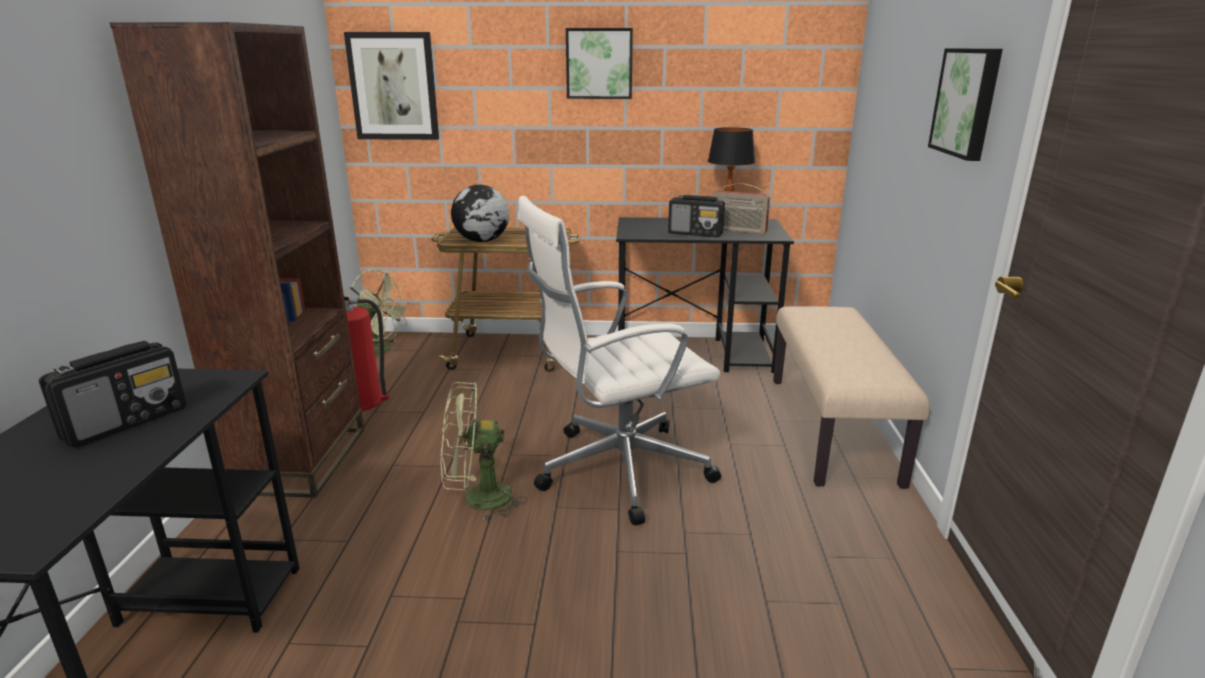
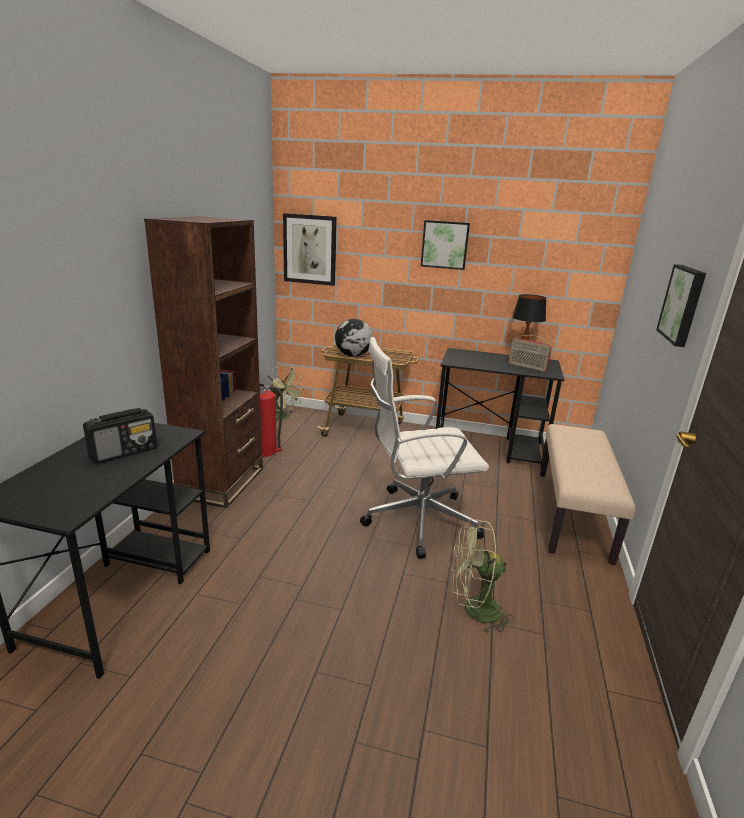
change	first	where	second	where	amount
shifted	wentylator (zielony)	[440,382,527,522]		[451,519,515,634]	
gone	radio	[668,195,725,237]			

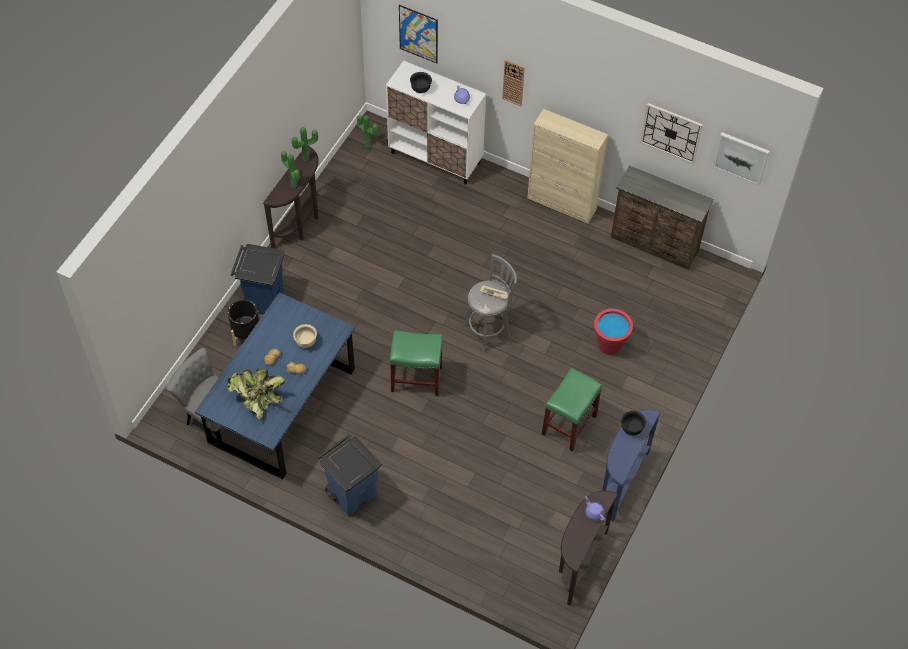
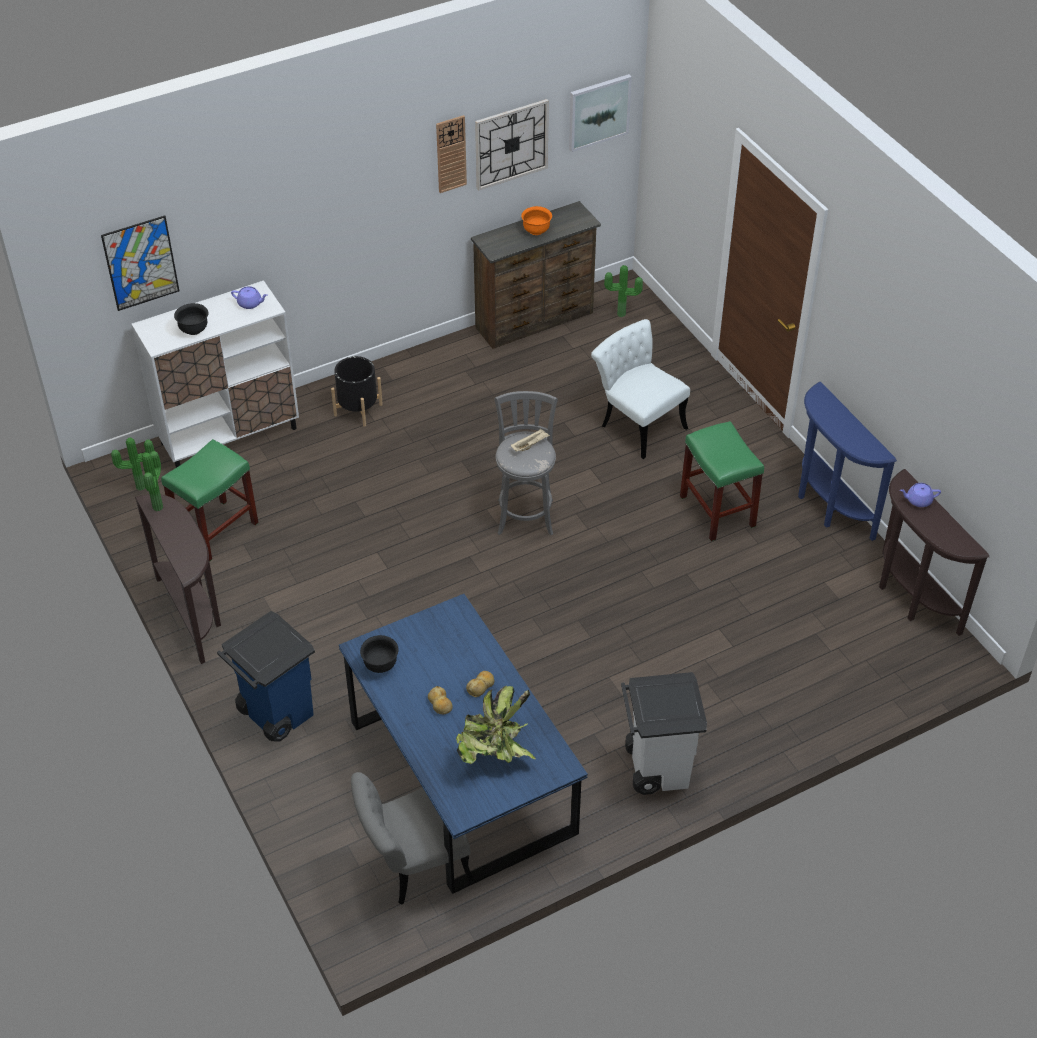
change	first	where	second	where	amount
shifted	stołek (zielony)	[390,330,443,396]		[161,439,258,562]	
shifted	donica (czarny)	[228,299,259,346]		[331,356,383,427]	
shifted	miska (czarny)	[621,411,646,435]		[360,635,399,673]	
shifted	zegar ścienny	[502,59,525,106]		[436,115,467,193]	
new			miska (pomarańczowy)	[521,206,552,235]	
swapped	wiadro (czerwony)	[594,309,633,355]	krzesło (biały)	[591,319,690,459]	
shifted	roślina doniczkowa	[281,151,300,188]		[604,265,643,317]	
repainted	kosz na śmieci (niebieski)	[318,434,382,516]	kosz na śmieci (biały)	[621,672,707,795]	
gone	miska (beżowy)	[293,324,317,348]			
gone	szafka (beżowy)	[527,109,608,224]			

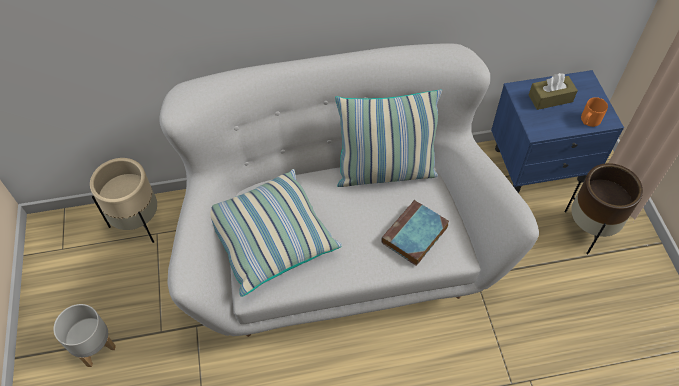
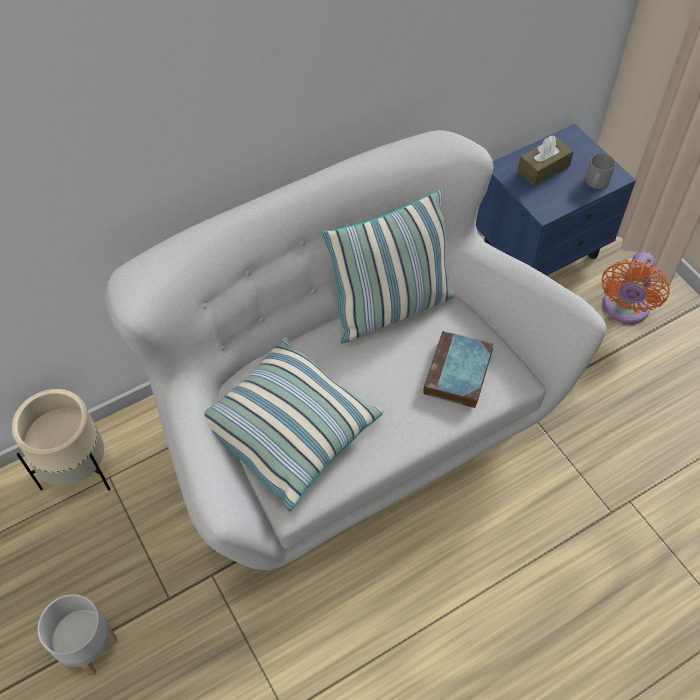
change	first	where	second	where	amount
repainted	kubek (pomarańczowy)	[581,97,608,127]	kubek (szary)	[585,153,615,189]	
swapped	donica (brązowy)	[564,163,643,254]	wentylator (pomarańczowy)	[602,252,670,324]	

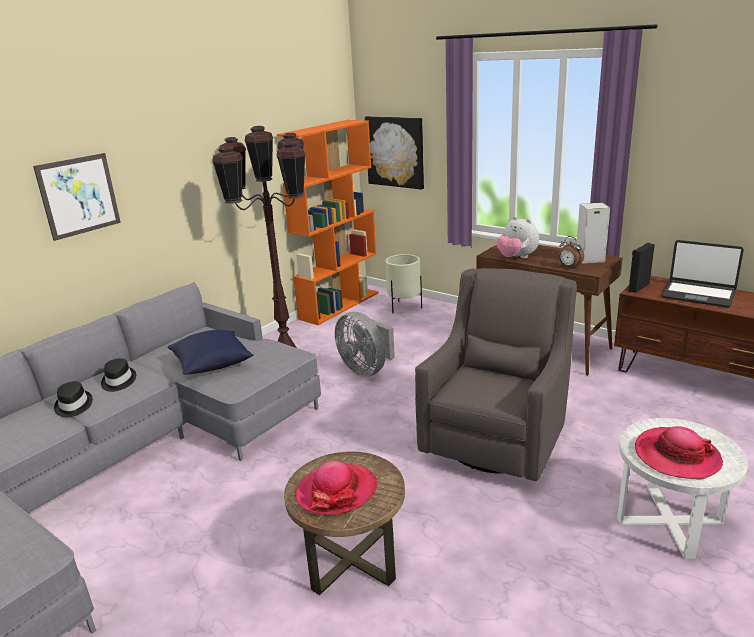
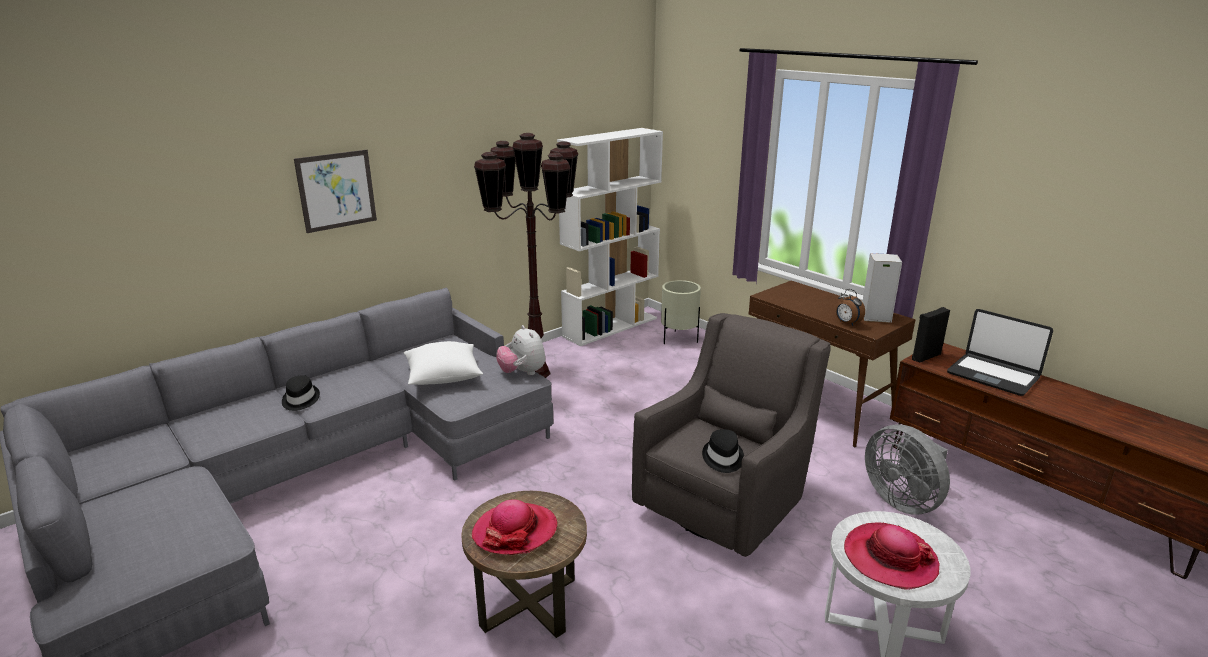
change	first	where	second	where	amount
repainted	poduszka (niebieski)	[167,330,254,375]	poduszka (biały)	[404,341,483,385]	
shifted	pluszak	[496,216,539,258]		[496,325,545,375]	
repainted	regał (pomarańczowy)	[277,120,379,325]	regał (biały)	[557,128,663,346]	
shifted	kapelusz (czarny)	[101,358,136,392]		[702,429,744,473]	
shifted	wentylator (szary)	[335,312,395,377]		[865,424,950,515]	
gone	obraz	[365,116,424,189]			

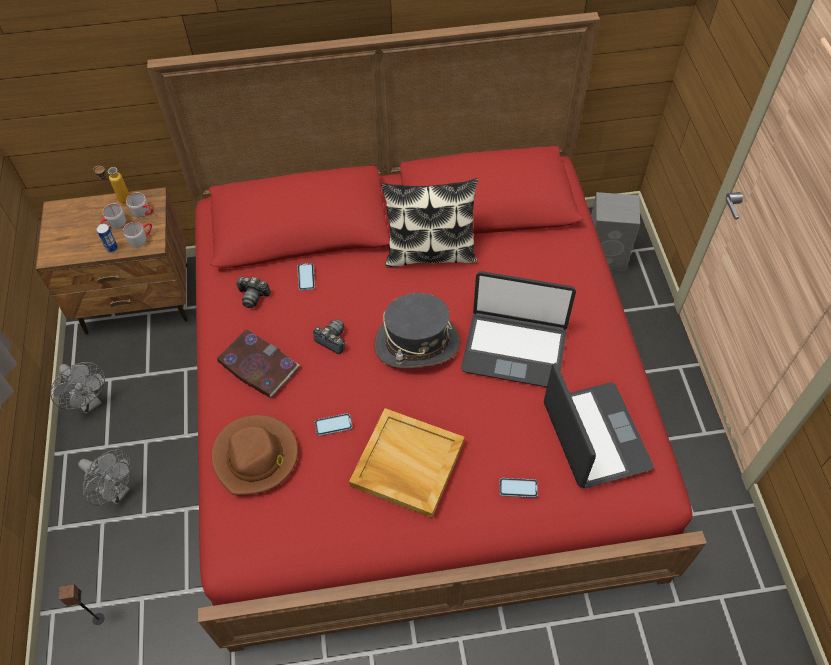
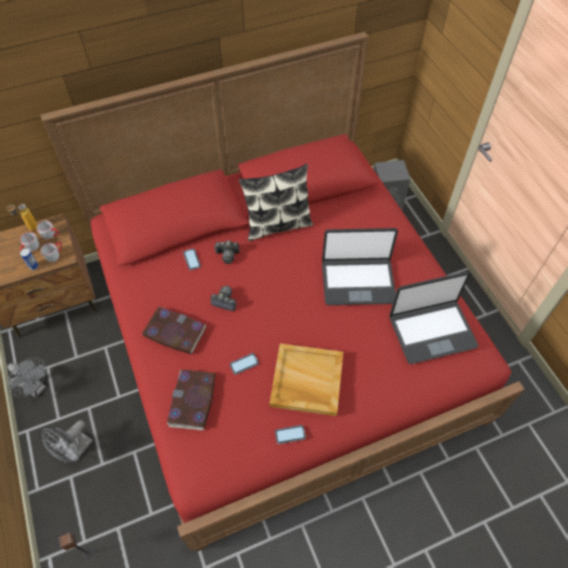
change	first	where	second	where	amount
rotated	wentylator (szary)	[78,449,131,505]		[43,420,93,462]	105 degrees clockwise
swapped	kapelusz (brązowy)	[212,415,298,495]	książka	[167,370,215,430]	
shifted	aparat fotograficzny	[236,277,271,308]		[214,241,240,264]	
shifted	telefon	[499,478,538,498]		[275,425,306,444]	
rotated	laptop	[544,363,653,488]		[390,272,478,364]	105 degrees clockwise
gone	kapelusz (szary)	[374,293,460,369]			

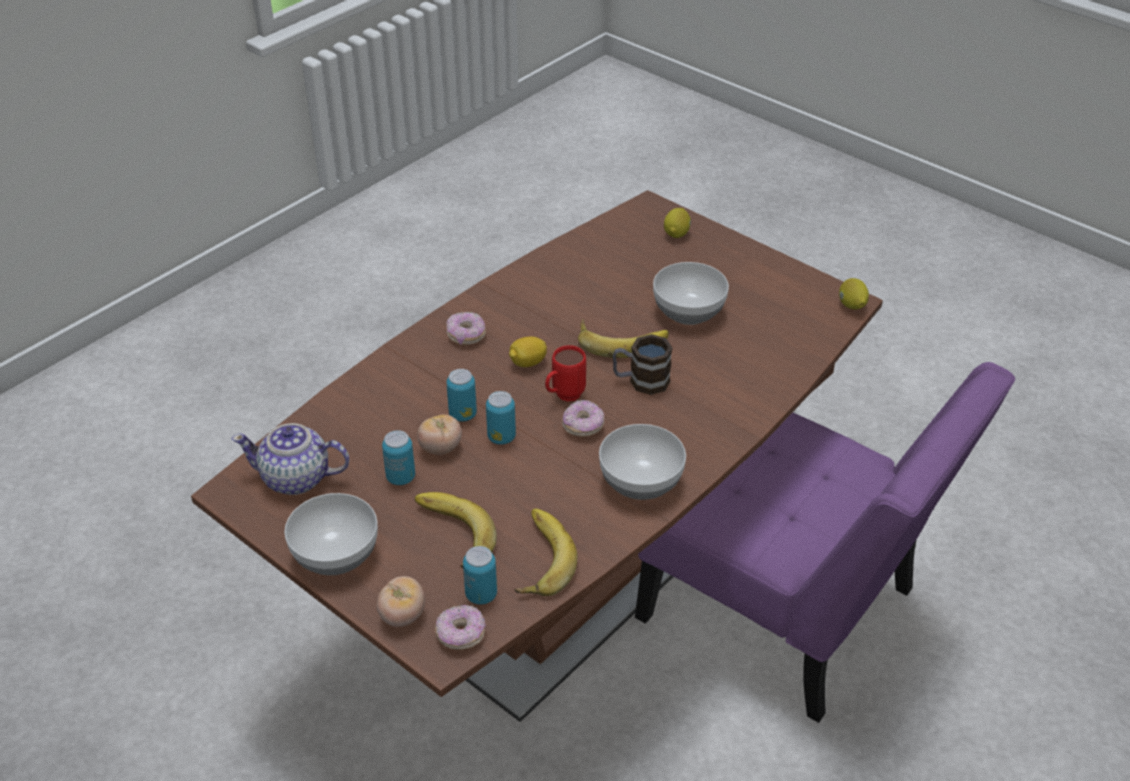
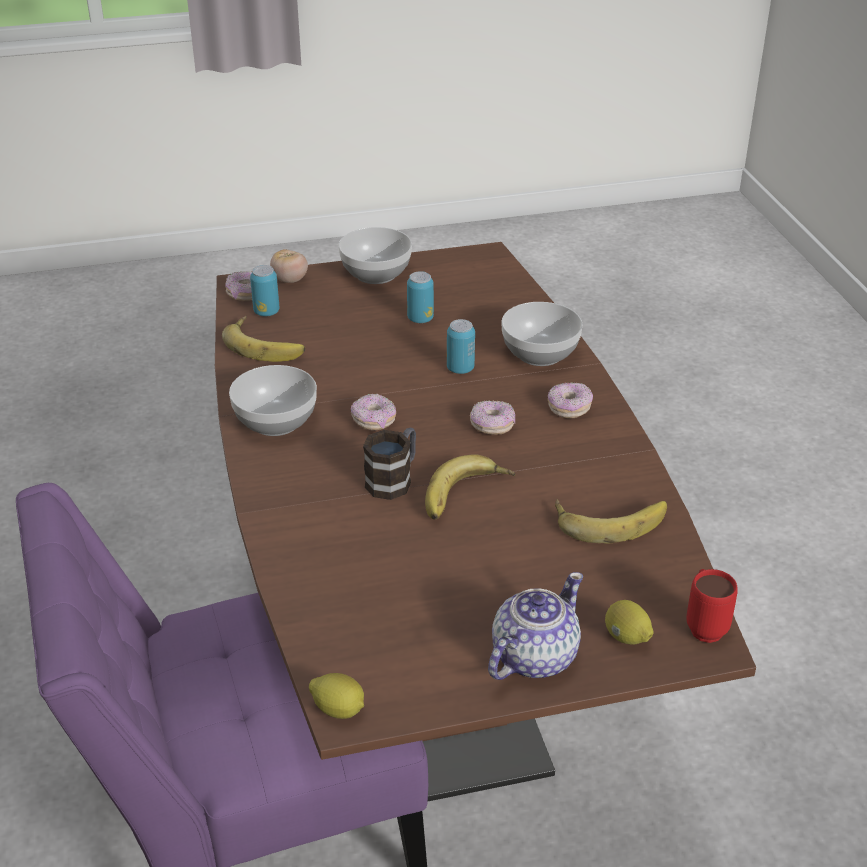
change	first	where	second	where	amount
swapped	cytryna	[509,336,547,367]	donut	[470,400,515,435]	
shifted	imbryk	[232,423,350,495]		[488,572,583,680]	
shifted	miska	[653,262,729,325]		[501,302,583,366]	
shifted	banan	[415,492,497,568]		[555,499,667,544]	
shifted	kubek (czerwony)	[545,345,586,401]		[686,569,738,643]	
gone	pomidor	[417,414,462,455]			
gone	puszka	[486,391,516,445]			

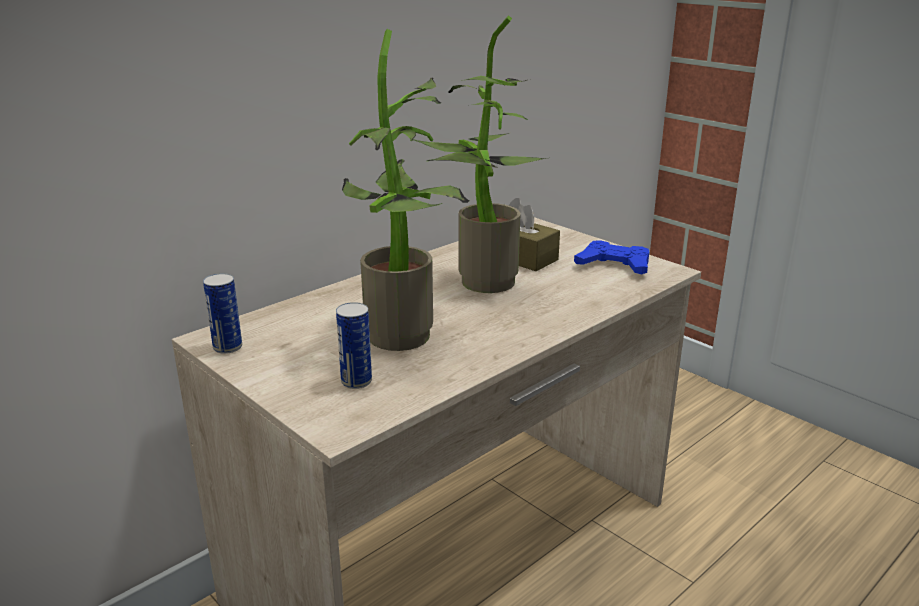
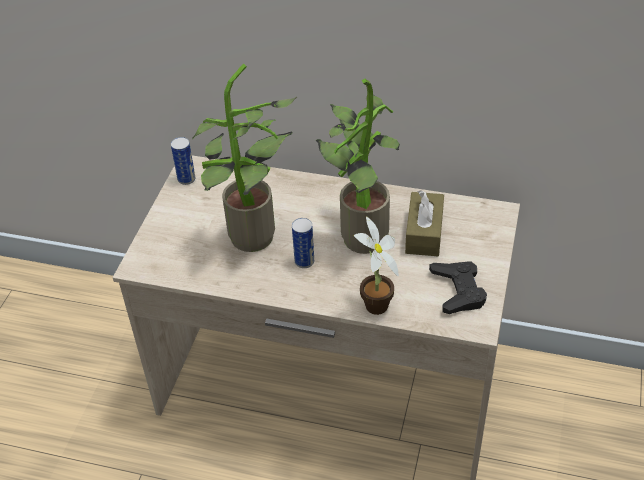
change	first	where	second	where	amount
shifted	puszka	[336,302,372,389]		[292,218,314,268]	
new			roślina doniczkowa	[354,216,399,315]	
repainted	pad do gier (niebieski)	[574,241,649,274]	pad do gier (czarny)	[429,261,487,314]	

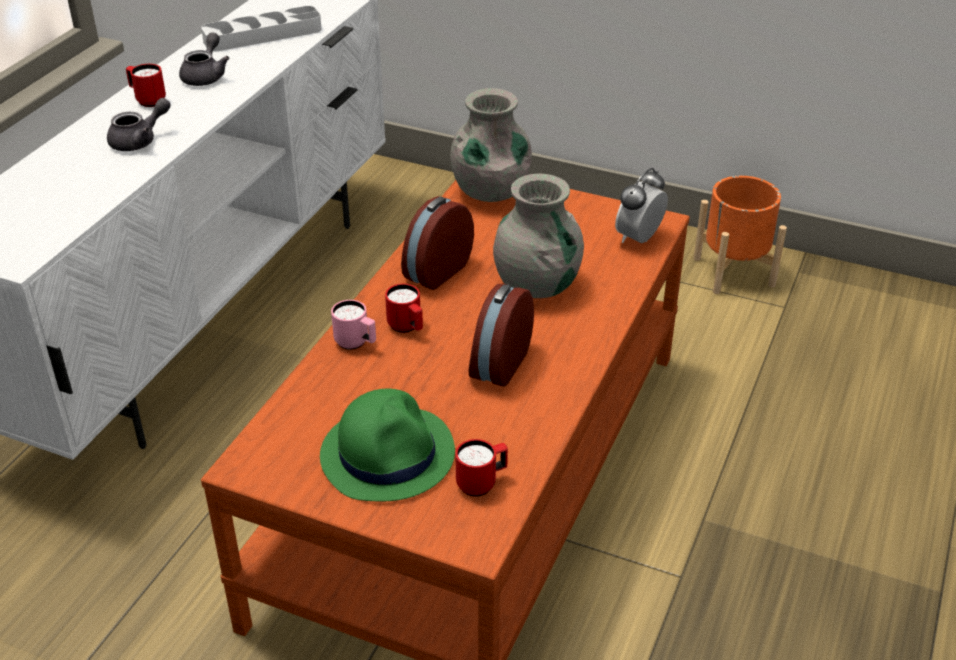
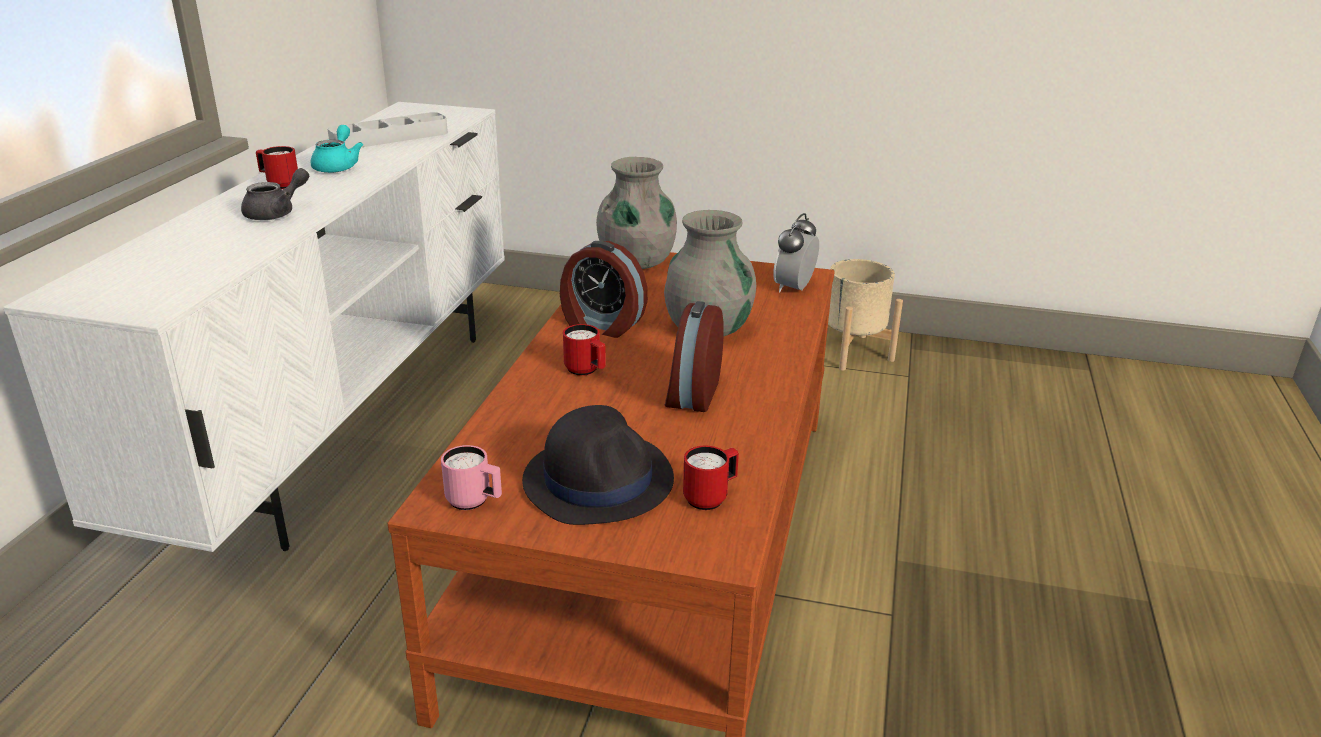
change	first	where	second	where	amount
repainted	imbryk (szary)	[179,32,229,86]	imbryk (turkusowy)	[310,125,363,173]	
shifted	kubek (różowy)	[331,300,376,350]		[441,445,502,510]	
repainted	kapelusz (zielony)	[320,389,455,501]	kapelusz (czarny)	[522,405,674,525]	
rotated	budzik	[401,196,474,290]		[560,241,648,338]	90 degrees counterclockwise
repainted	donica (pomarańczowy)	[693,176,787,294]	donica (beżowy)	[828,259,903,371]	

